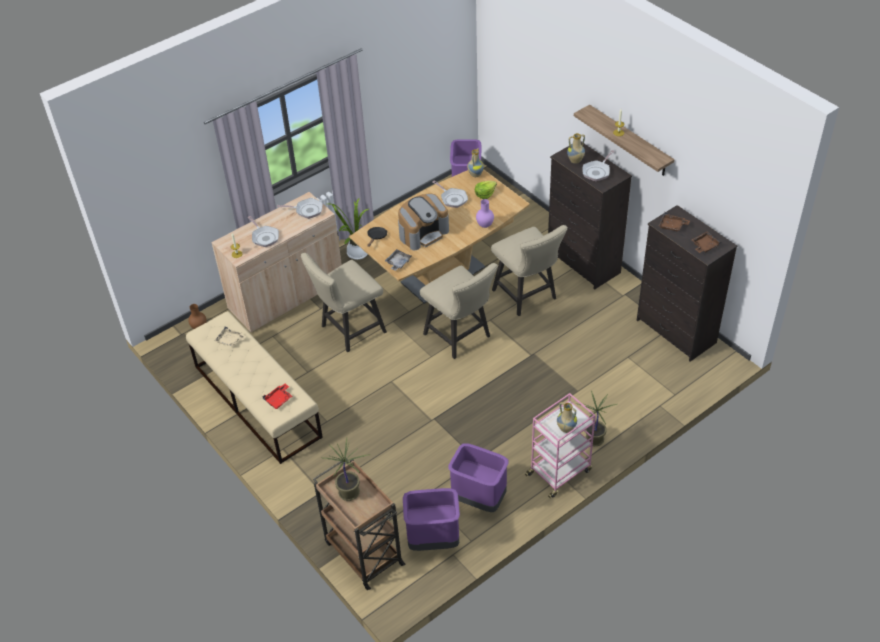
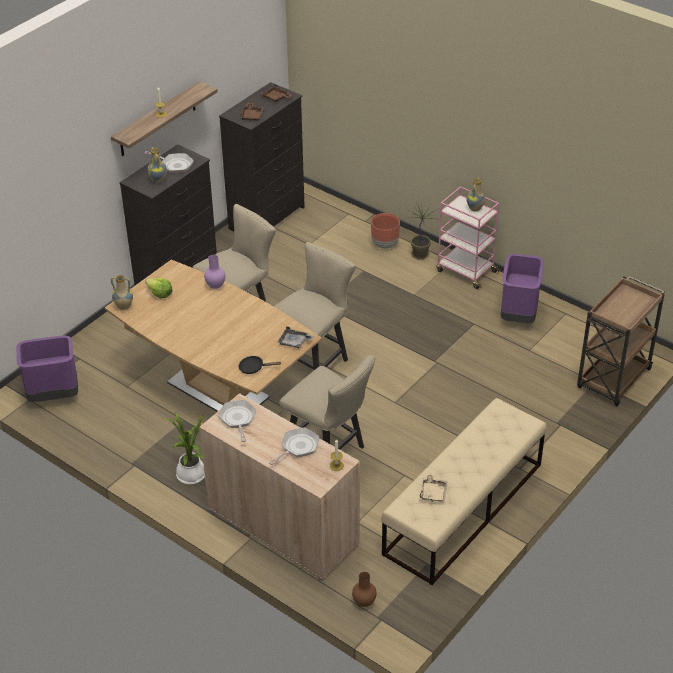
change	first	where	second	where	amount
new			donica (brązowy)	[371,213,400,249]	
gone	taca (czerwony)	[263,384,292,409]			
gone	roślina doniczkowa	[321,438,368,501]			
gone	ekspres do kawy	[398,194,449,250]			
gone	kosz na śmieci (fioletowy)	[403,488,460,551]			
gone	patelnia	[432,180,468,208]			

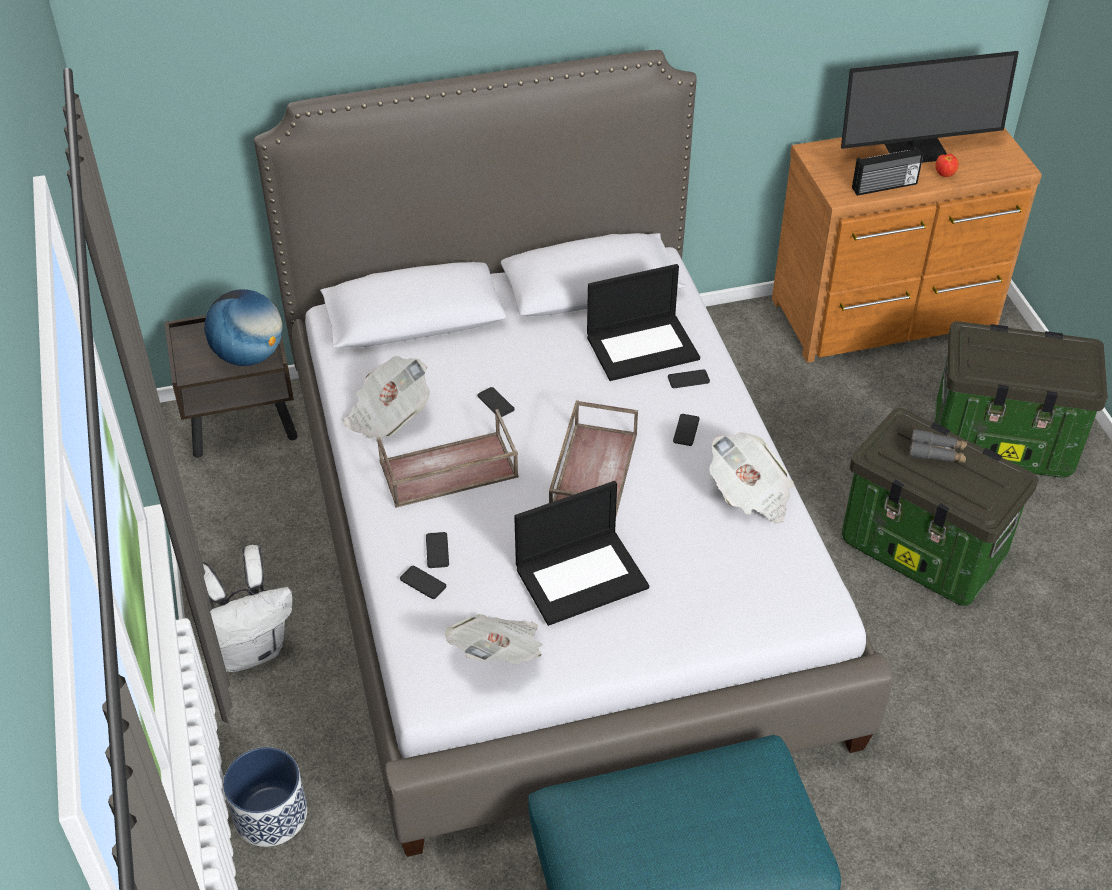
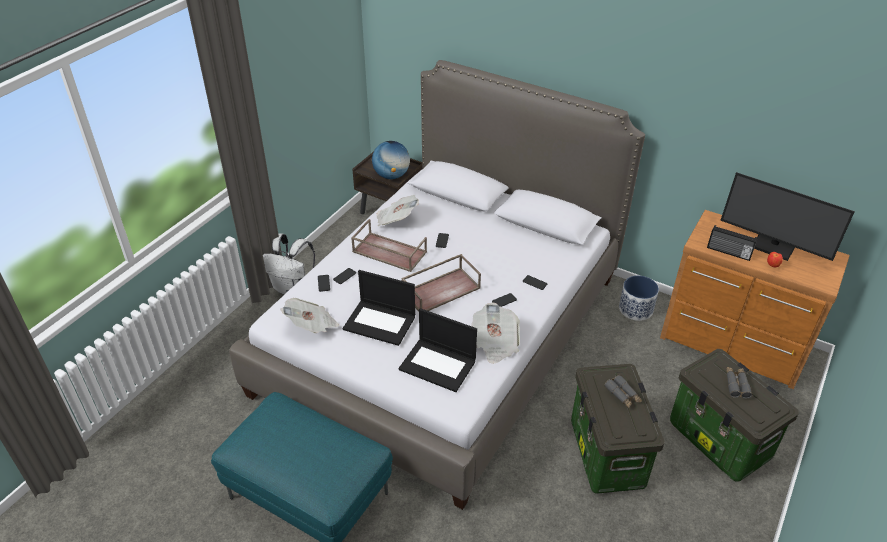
change	first	where	second	where	amount
shifted	laptop	[587,264,700,381]		[399,308,477,392]	
shifted	donica	[223,747,307,847]		[619,275,659,321]	
new			lornetka (szary)	[726,367,752,399]	

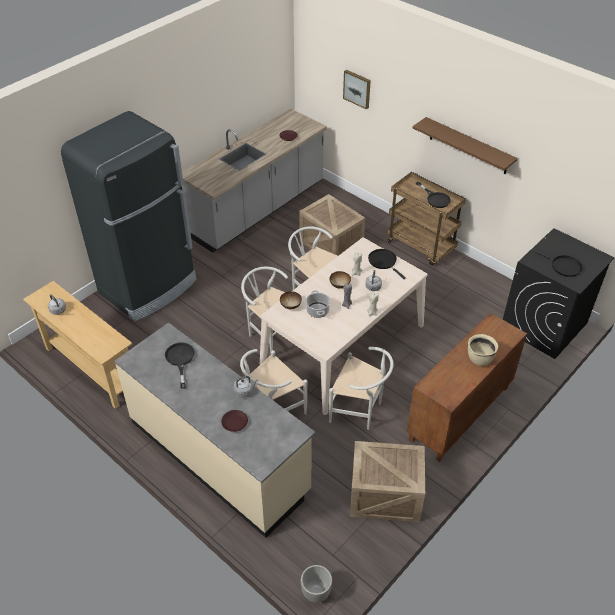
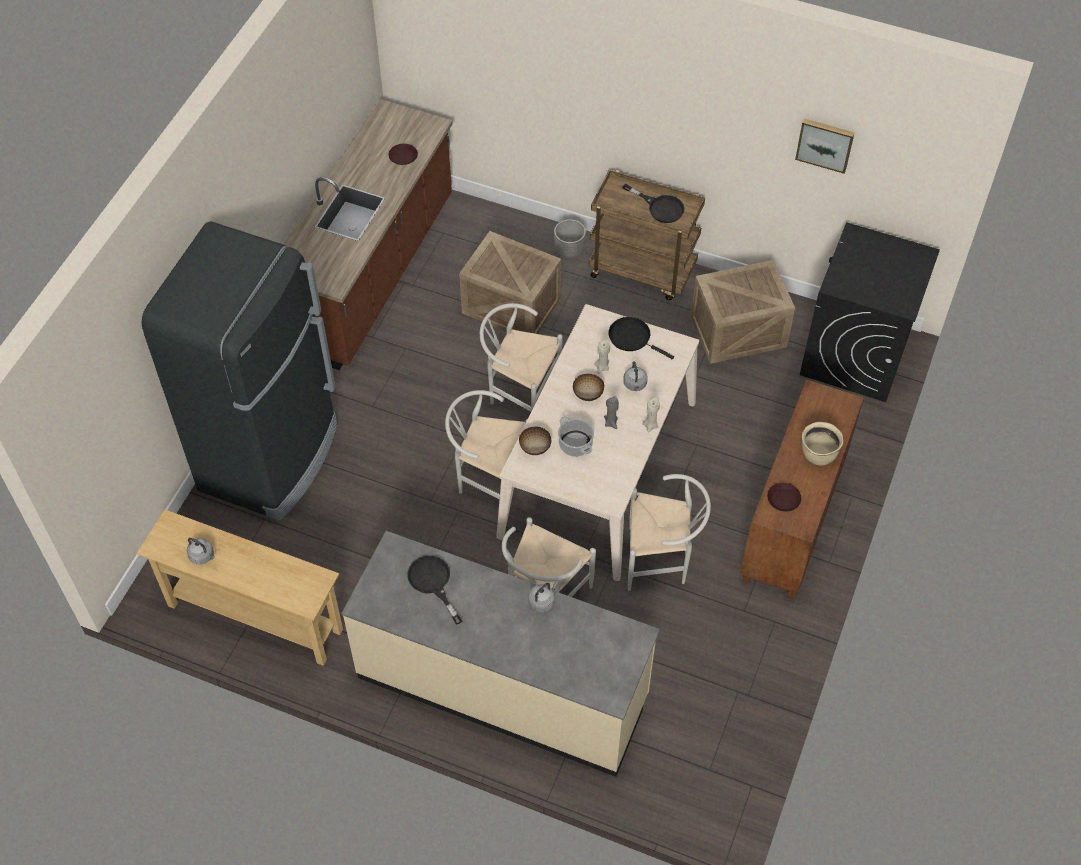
change	first	where	second	where	amount
repainted	zabudowa kuchenna (szary)	[182,108,327,253]	zabudowa kuchenna (brązowy)	[284,99,453,370]	
shifted	donica	[301,565,332,603]		[554,219,586,258]	
shifted	skrzynka	[350,441,425,522]		[691,260,795,364]	
shifted	talerz (brązowy)	[221,410,248,432]		[767,483,801,512]	
shifted	obraz	[343,70,371,109]		[795,119,855,174]	
gone	półka (brązowy)	[413,117,518,174]			
gone	patelnia (czarny)	[533,250,583,277]			

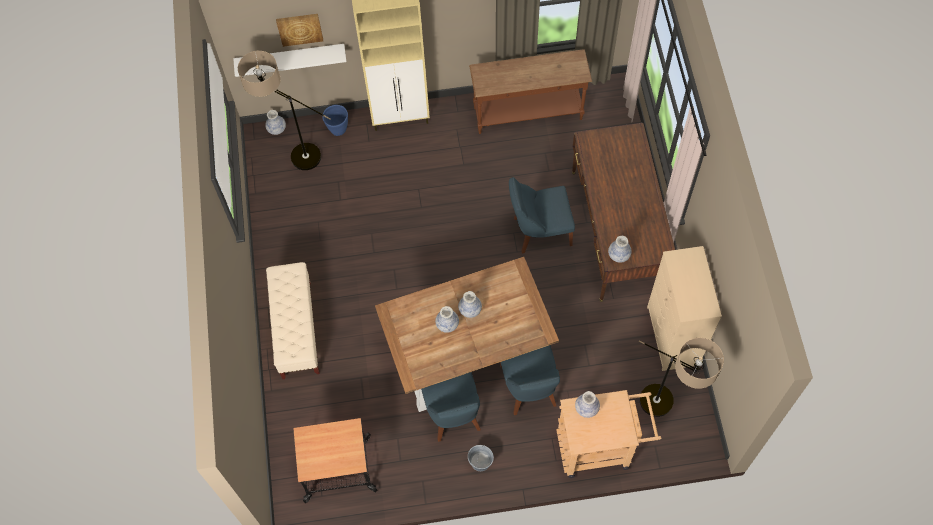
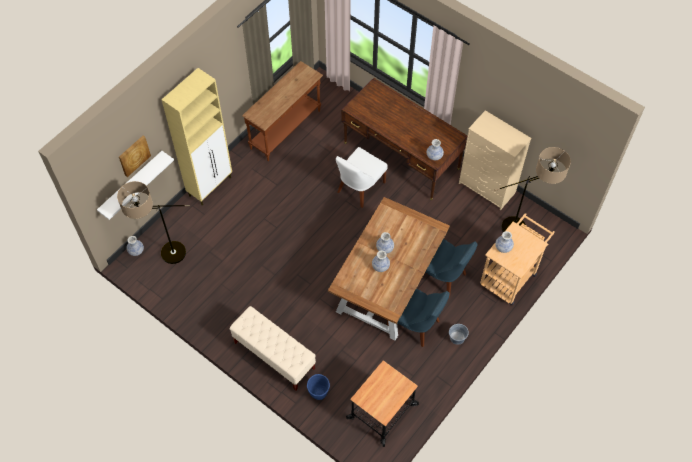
change	first	where	second	where	amount
shifted	donica (niebieski)	[322,105,348,136]		[307,374,330,400]	
repainted	krzesło (niebieski)	[509,177,575,253]	krzesło (biały)	[336,147,388,208]	

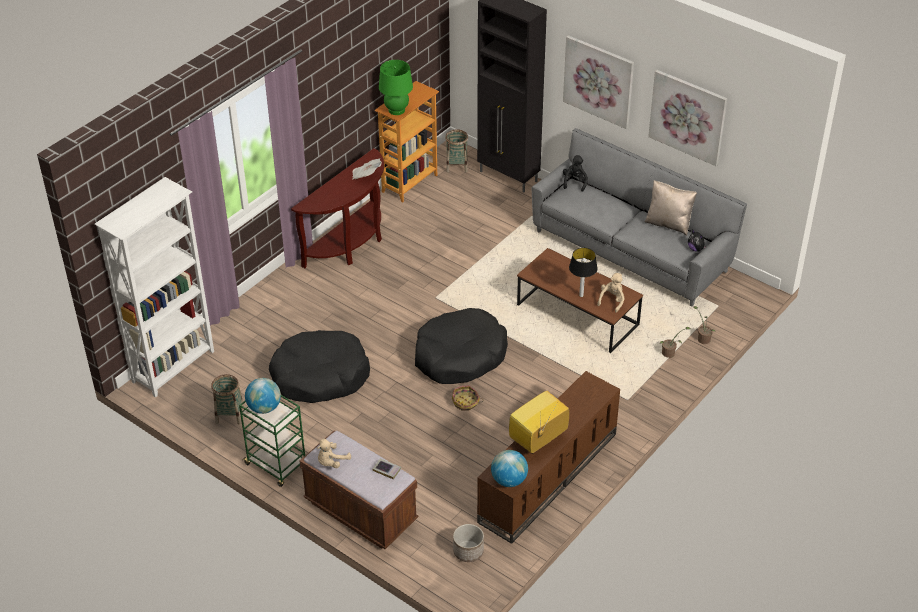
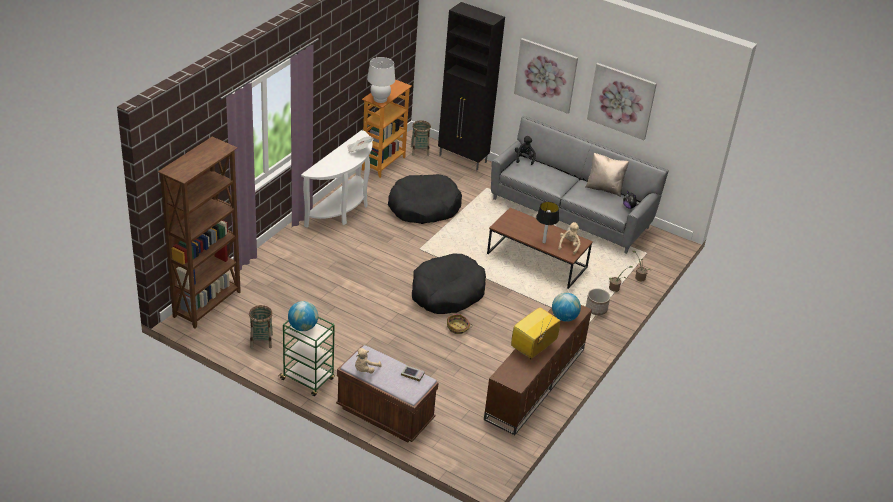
change	first	where	second	where	amount
repainted	regał (biały)	[95,177,214,398]	regał (brązowy)	[158,137,241,328]	
repainted	stolik konsolowy (brązowy)	[291,148,384,268]	stolik konsolowy (biały)	[301,130,373,228]	
repainted	lampa stołowa (zielony)	[379,60,413,115]	lampa stołowa (biały)	[367,57,395,103]	
shifted	legowisko (czarny)	[269,330,370,403]		[388,174,462,224]	
shifted	globus	[491,450,528,487]		[552,293,581,322]	
shifted	donica	[453,524,484,562]		[586,288,610,315]	

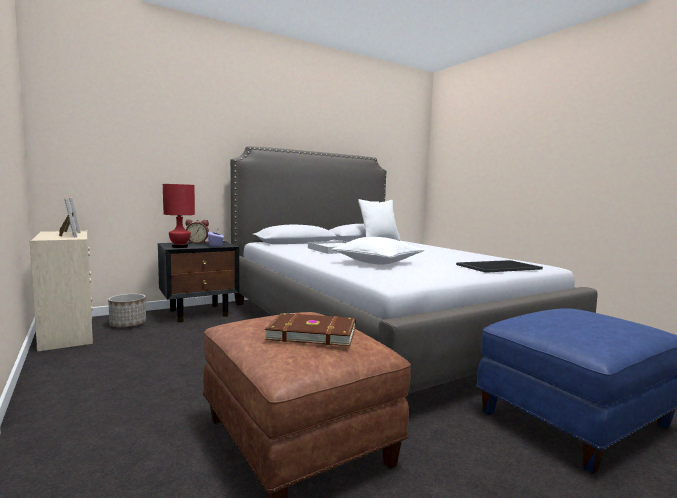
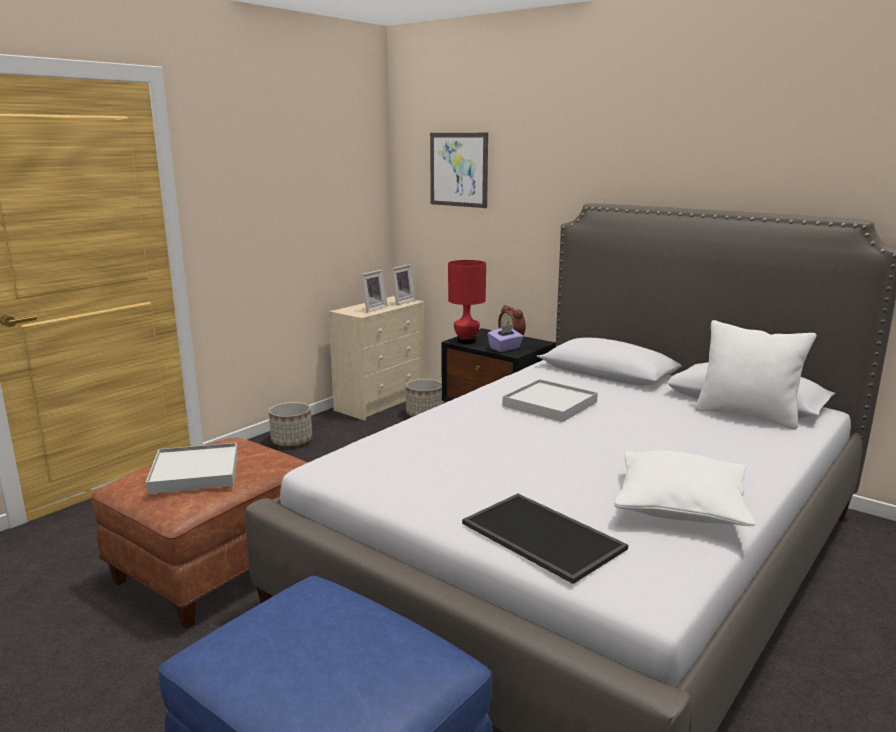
change	first	where	second	where	amount
swapped	książka (brązowy)	[265,313,356,346]	taca (biały)	[146,443,238,494]	
new			donica	[269,402,312,446]	
new			obraz	[430,133,488,208]	
shifted	poduszka (biały)	[332,237,424,265]		[614,450,756,526]	

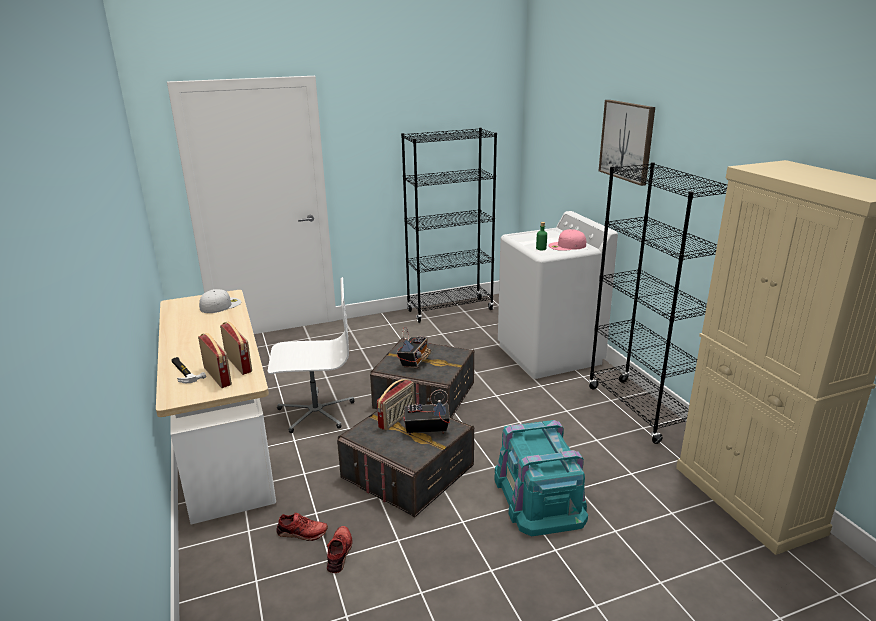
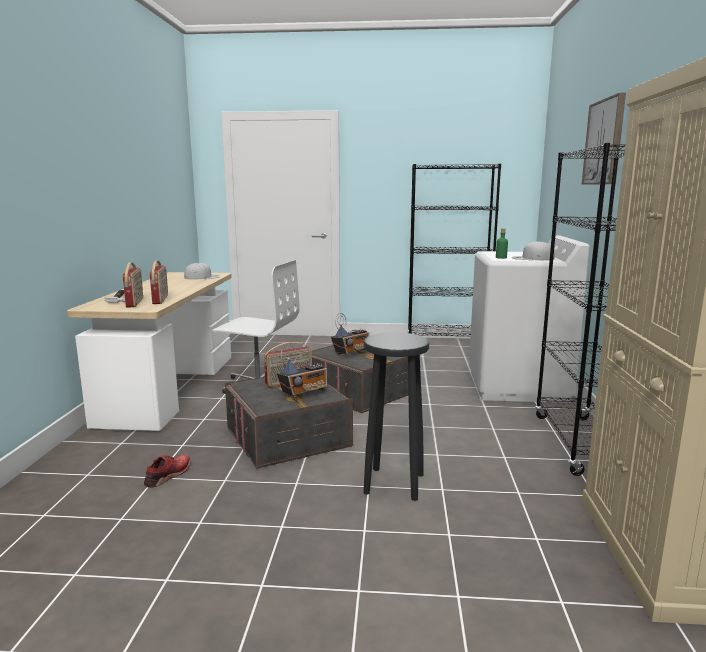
change	first	where	second	where	amount
rotated	radio	[404,390,450,435]		[277,344,327,398]	120 degrees clockwise
swapped	pojemnik do przechowywania (turkusowy)	[494,420,588,536]	stołek (czarny)	[363,332,429,501]	
repainted	czapka z daszkiem (różowy)	[548,229,586,251]	czapka z daszkiem (biały)	[512,241,555,260]	
gone	but (czerwony)	[276,513,328,541]			

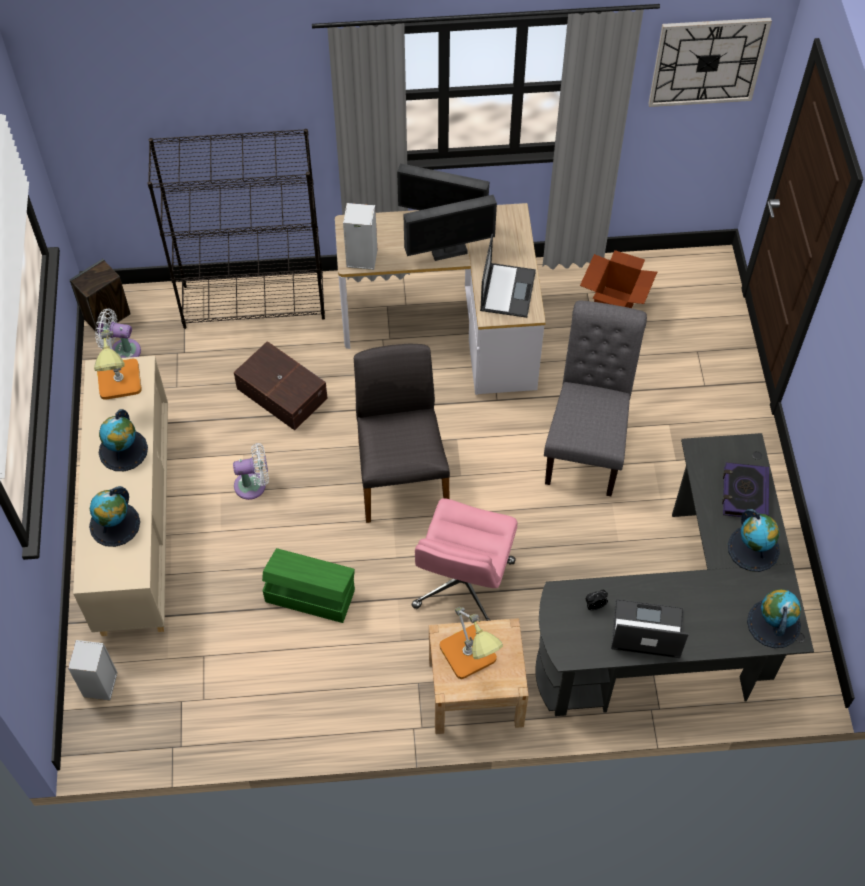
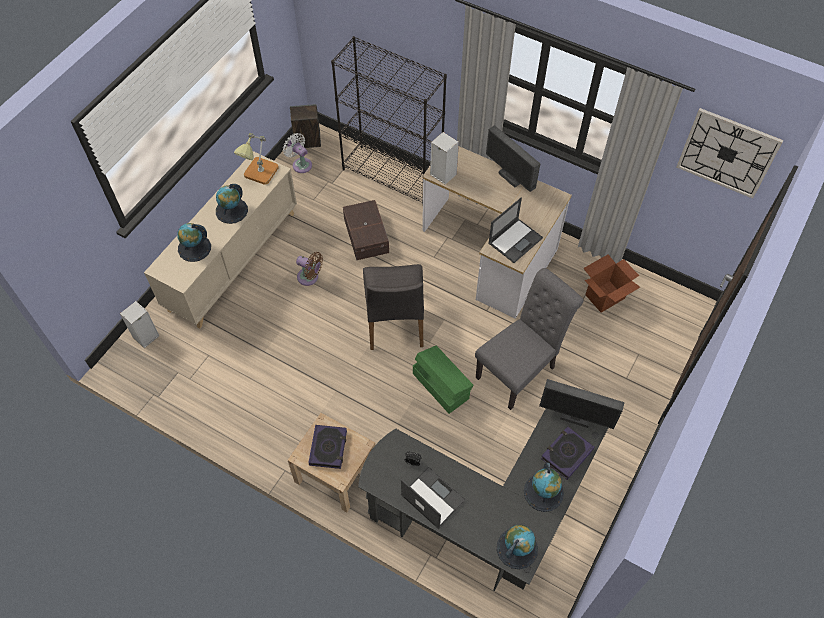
change	first	where	second	where	amount
repainted	wentylator (biały)	[233,443,269,500]	wentylator (brązowy)	[296,252,323,286]	
swapped	lampa stołowa	[440,607,503,679]	książka	[308,425,347,469]	
rotated	krzesło (szary)	[354,343,450,523]		[363,264,424,350]	150 degrees clockwise
shifted	pojemnik do przechowywania (zielony)	[262,548,355,623]		[413,345,473,414]	
shifted	monitor	[403,195,497,261]		[539,379,625,429]	
gone	krzesło biurowe (różowy)	[412,498,517,621]			

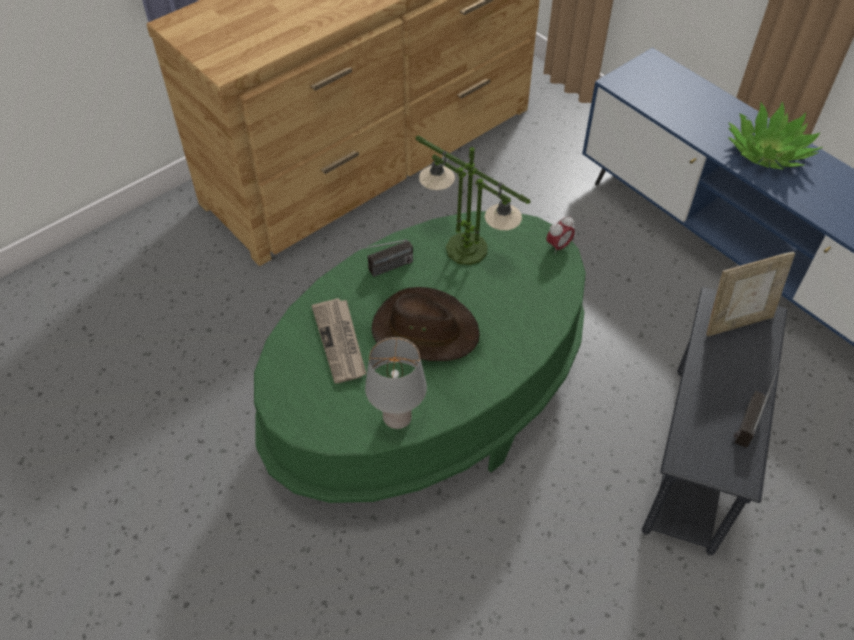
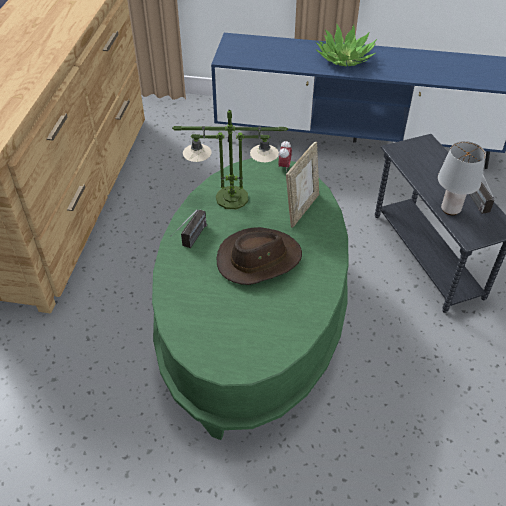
change	first	where	second	where	amount
shifted	ramka na zdjęcie	[706,252,795,336]		[286,142,319,228]	
shifted	lampa stołowa (szary)	[365,337,427,429]		[438,141,486,215]	
gone	gazeta	[312,298,366,383]			

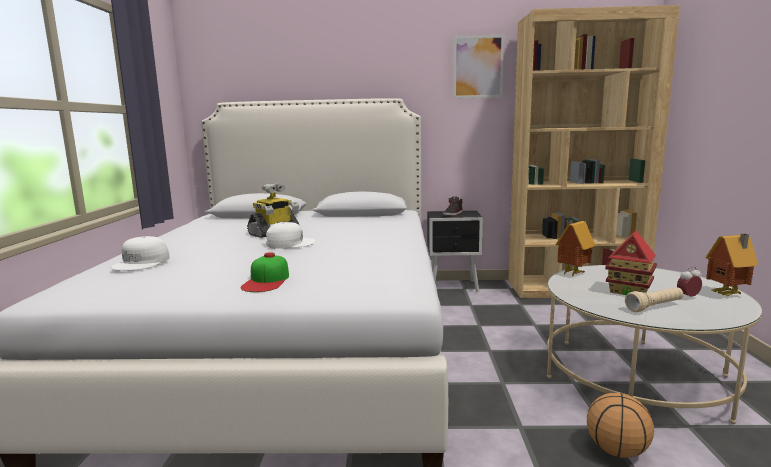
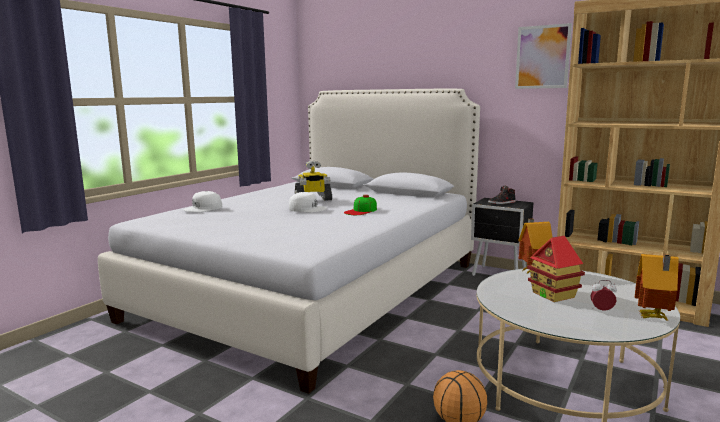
change	first	where	second	where	amount
shifted	czapka z daszkiem	[241,252,289,292]		[344,195,377,215]	
gone	latarka (beżowy)	[625,287,683,312]			

